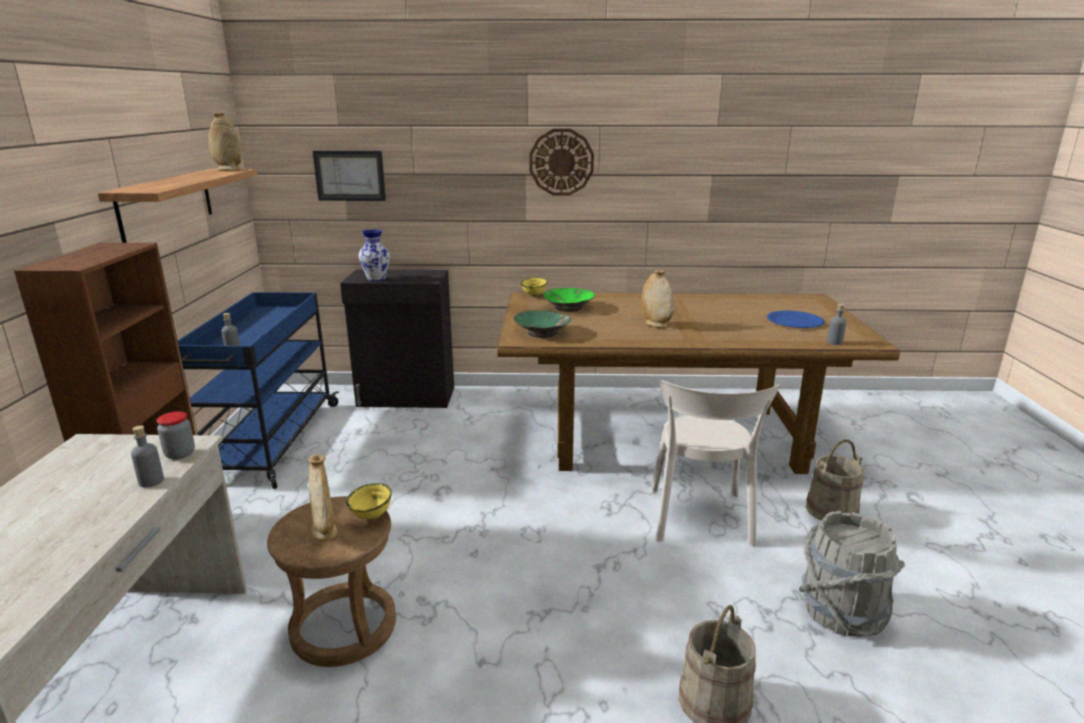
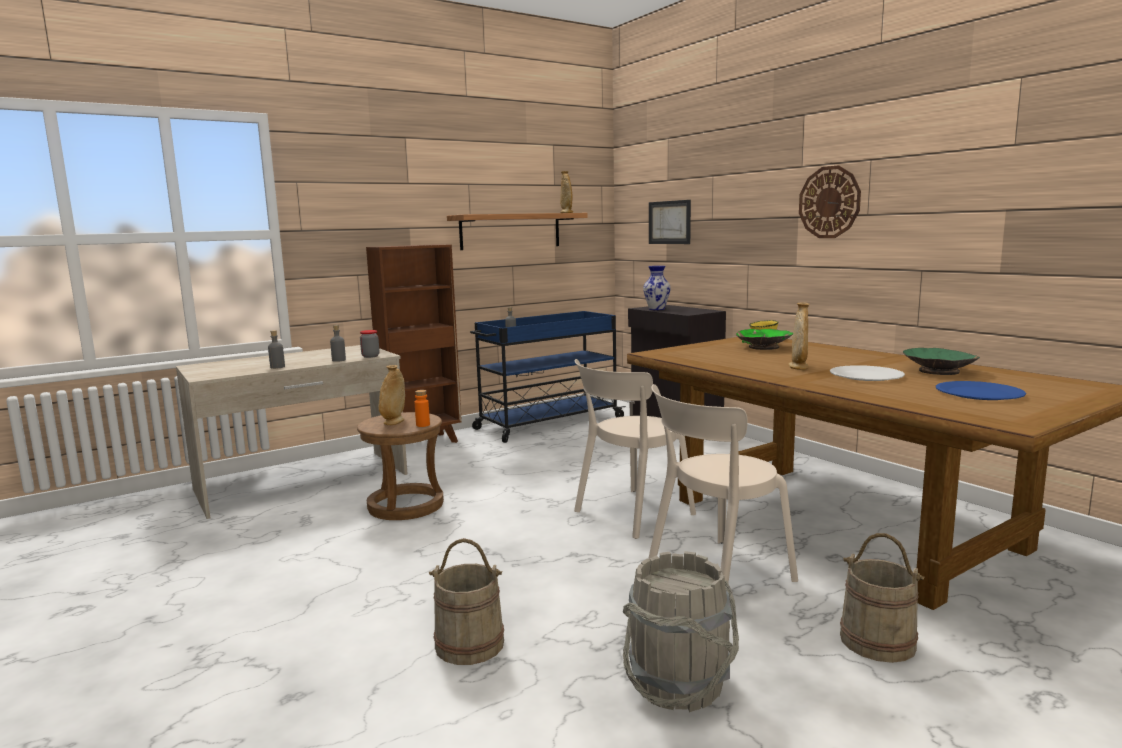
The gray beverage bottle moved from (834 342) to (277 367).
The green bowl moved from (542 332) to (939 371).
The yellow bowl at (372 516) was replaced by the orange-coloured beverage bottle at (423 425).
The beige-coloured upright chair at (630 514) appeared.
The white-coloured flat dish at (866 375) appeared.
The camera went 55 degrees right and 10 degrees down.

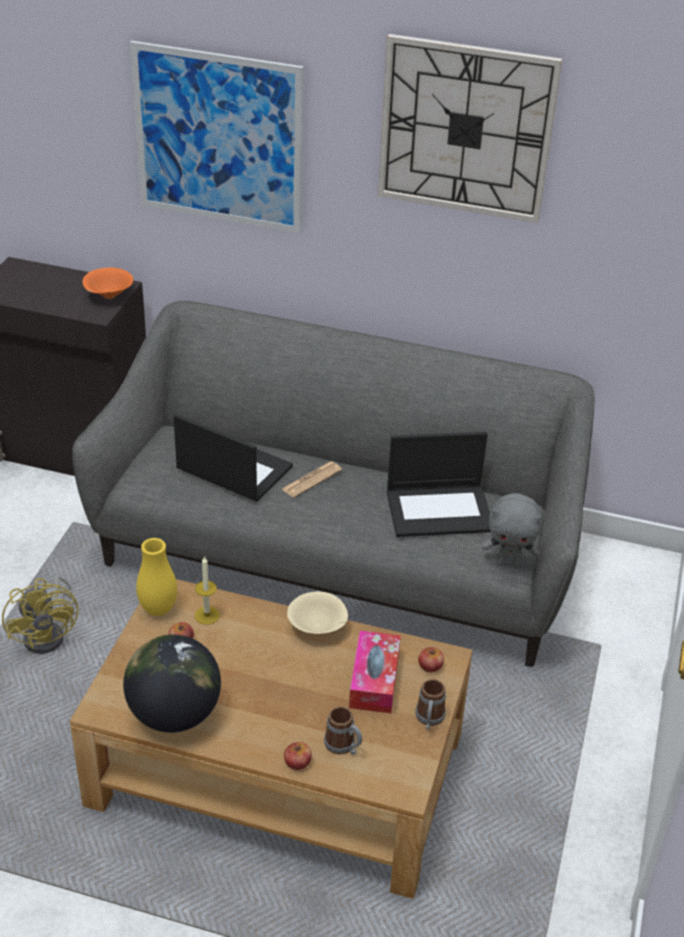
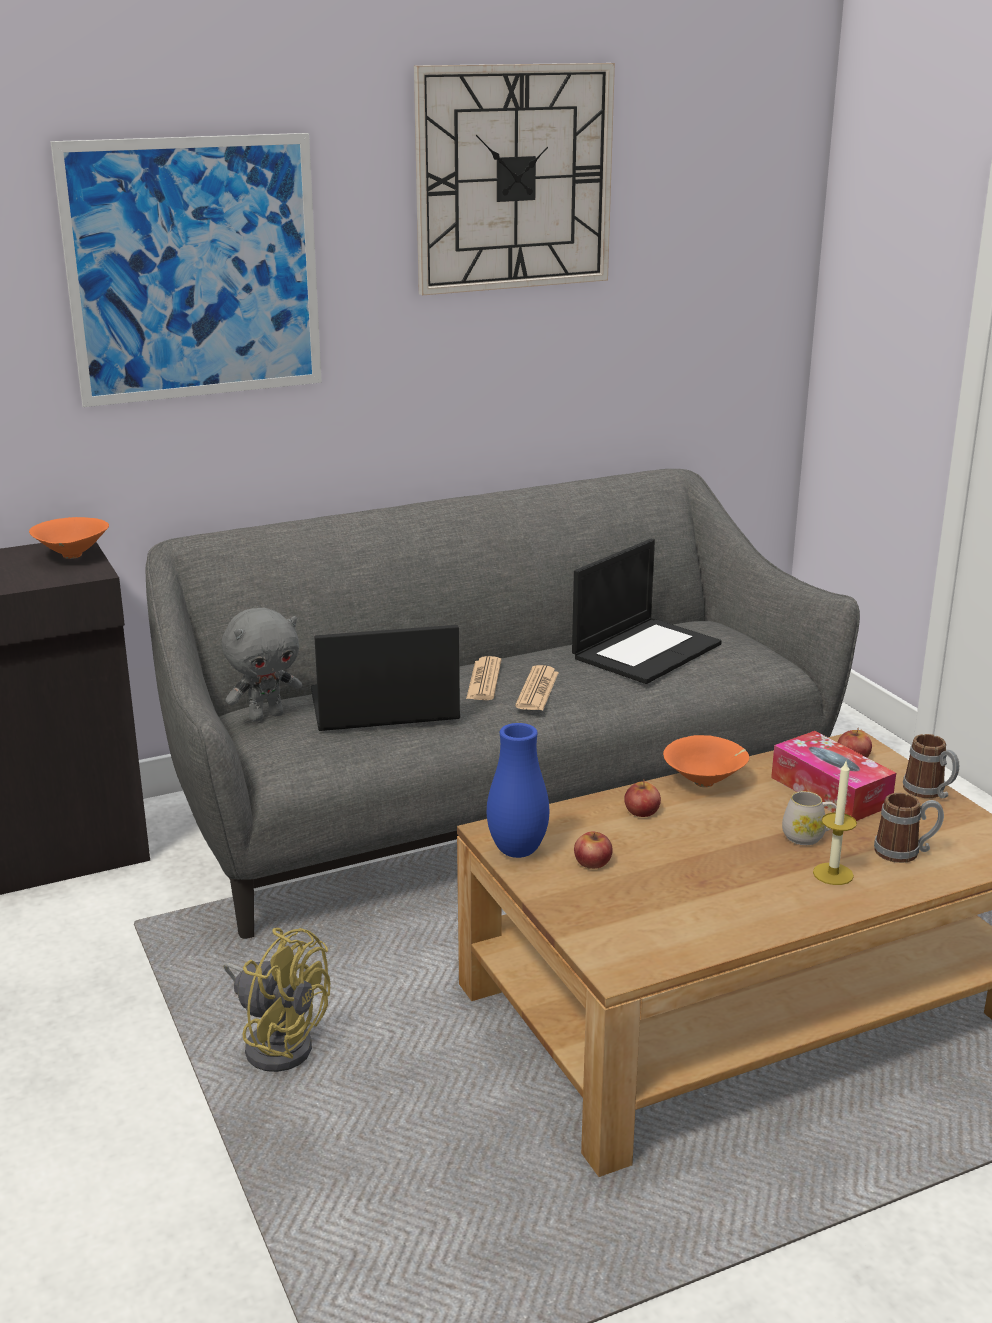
The gray cuddly toy moved from (509 563) to (266 716).
The yellow decorative vase at (158 609) became the blue-coloured decorative vase at (517 851).
The wax candle moved from (207 615) to (833 874).
The beige-coloured bowl at (318 628) became the orange-coloured bowl at (706 782).
The desk globe at (174 714) disappeared.
The apple fruit moved from (297 762) to (641 811).
The newspaper at (537 690) appeared.
The white-coloured mug at (808 837) appeared.
The camera went 40 degrees left and 15 degrees down.

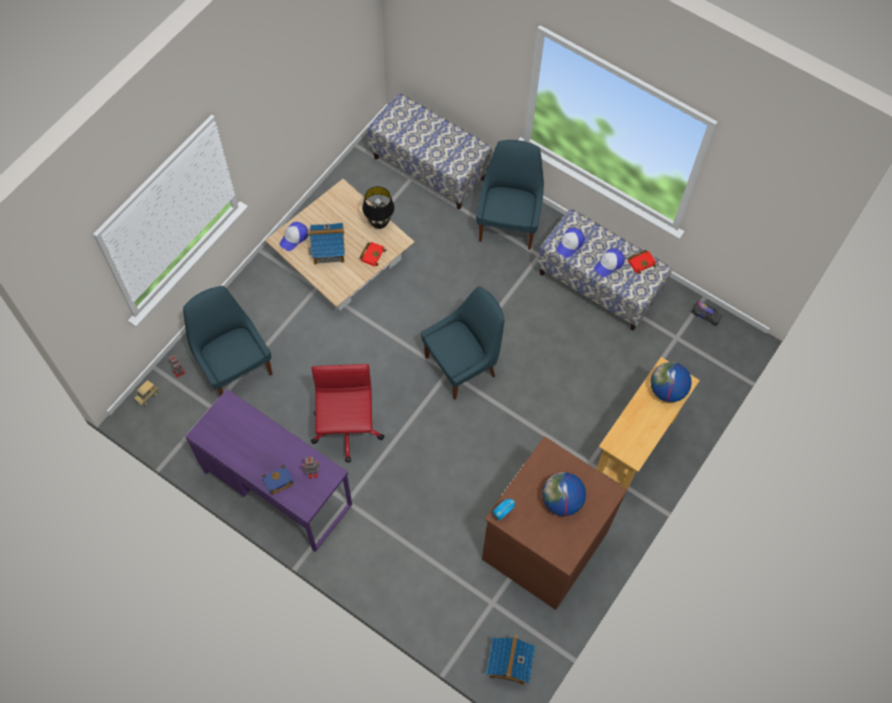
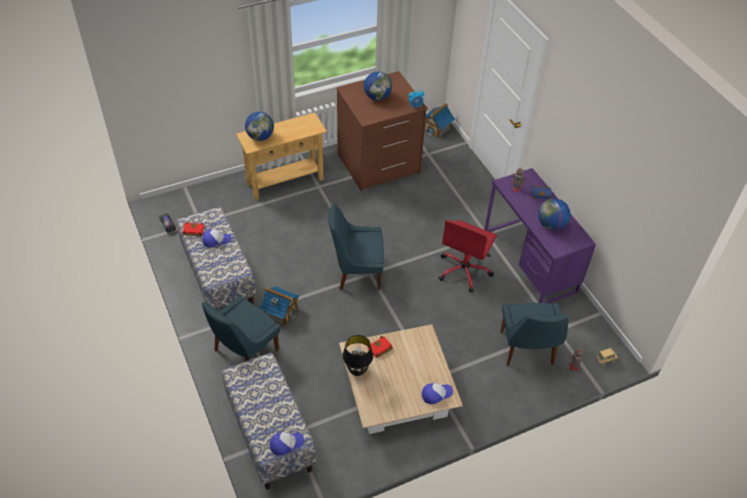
The miniature house moved from (328 250) to (280 312).
The cap moved from (570 244) to (286 443).
The desk globe at (551 225) appeared.
The camera went 150 degrees left and 15 degrees down.

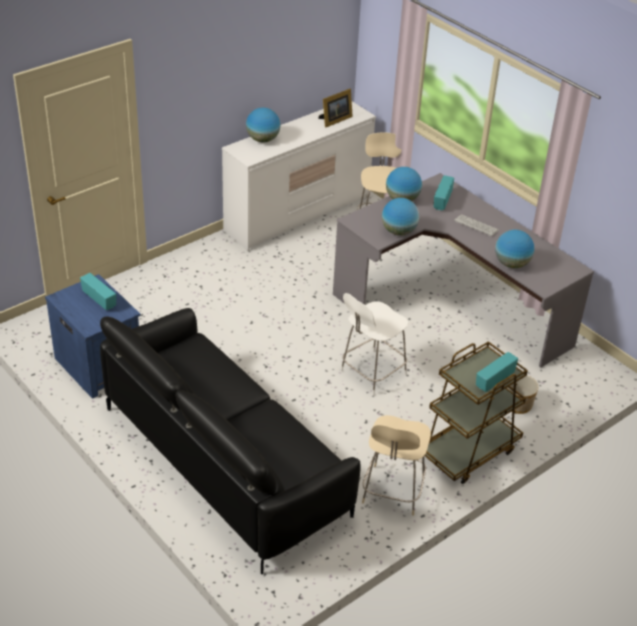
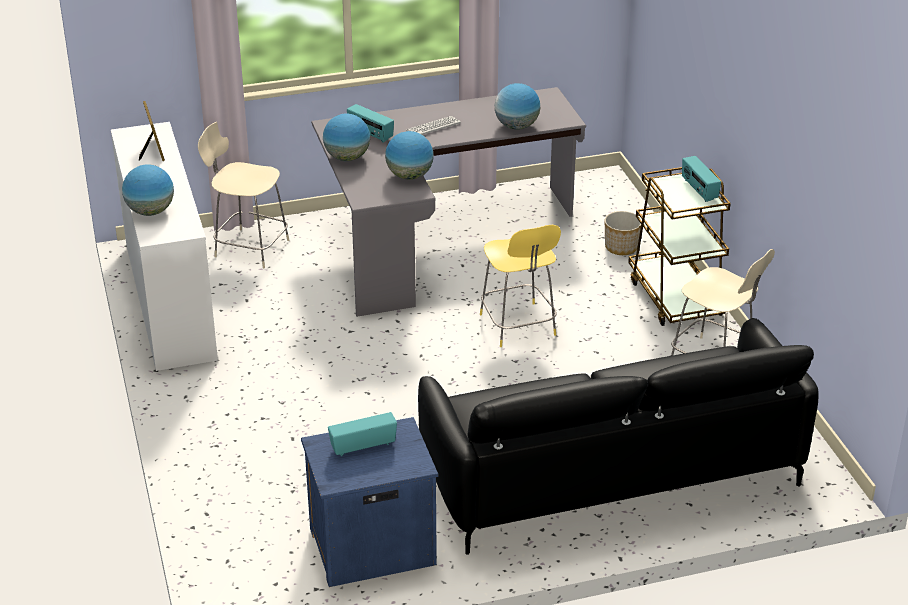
The white-coloured upright chair at (371 373) became the yellow upright chair at (518 326).
The camera went 65 degrees left and 5 degrees down.

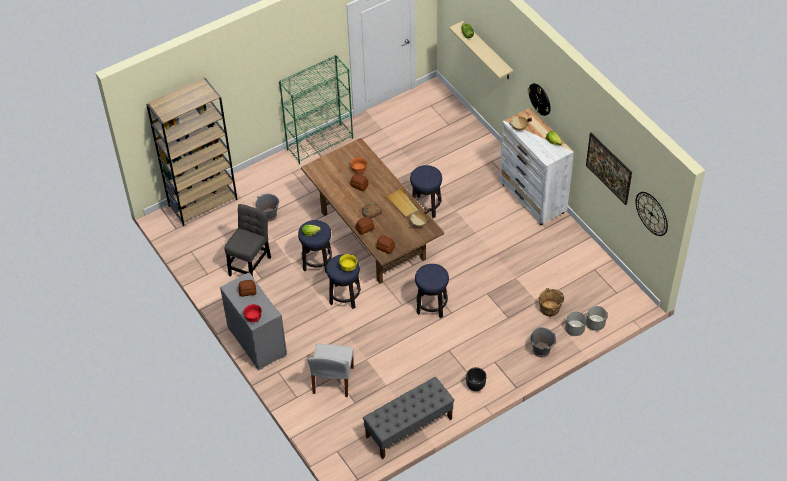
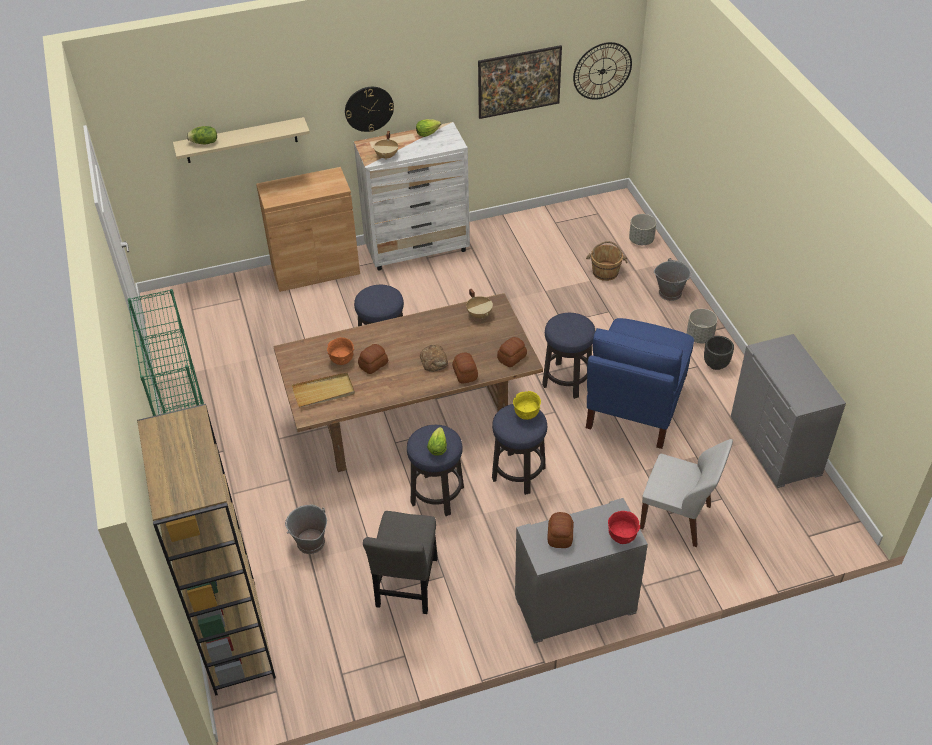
The beige-coloured carrying tray moved from (402 204) to (324 392).
The gray upright chair at (250 264) turned 120 degrees counterclockwise.
The gray plant pot moved from (574 330) to (700 337).
The gray indoor bench at (408 428) was replaced by the gray chest of drawers at (776 446).
The brownish cabinet at (315 270) appeared.
The blue-coloured upright chair at (634 408) appeared.
The camera went 75 degrees left and 5 degrees down.

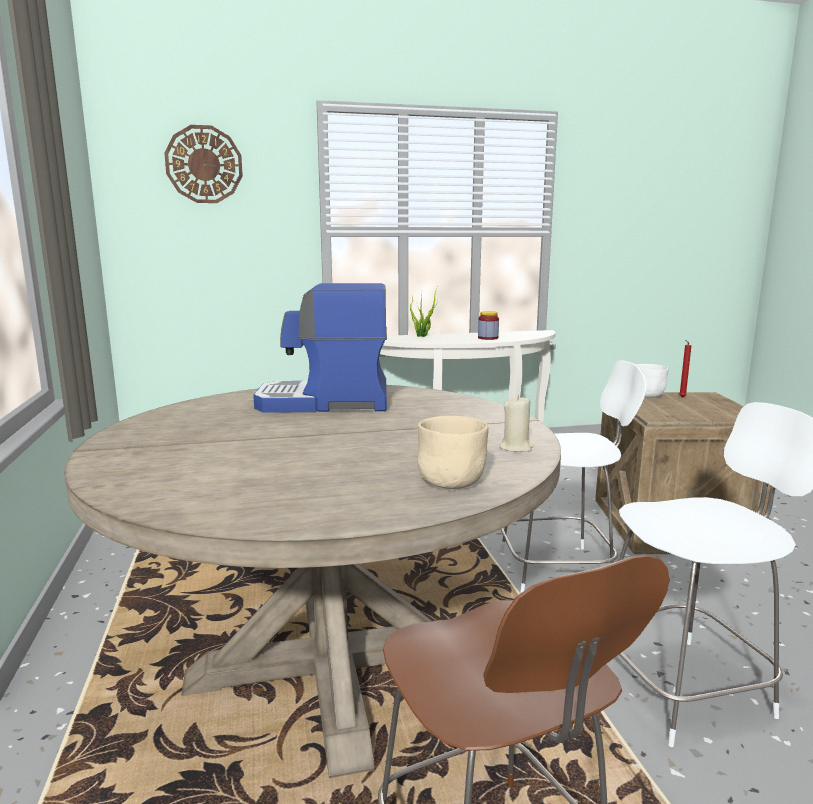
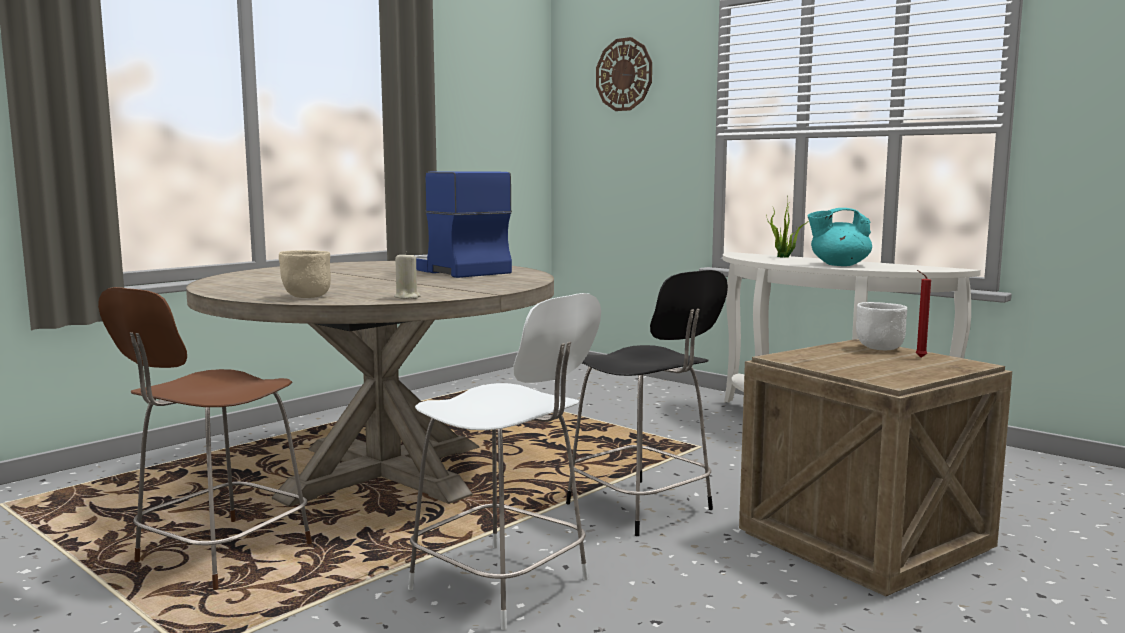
The storage jar at (488 338) was replaced by the turquoise pot for tea at (838 265).
The white-coloured upright chair at (559 570) became the black upright chair at (642 508).
The camera went 55 degrees right and 5 degrees down.

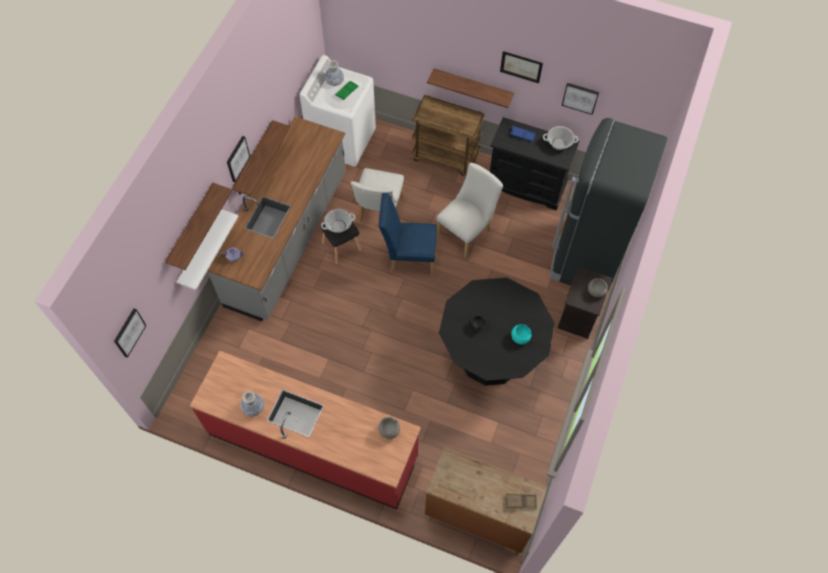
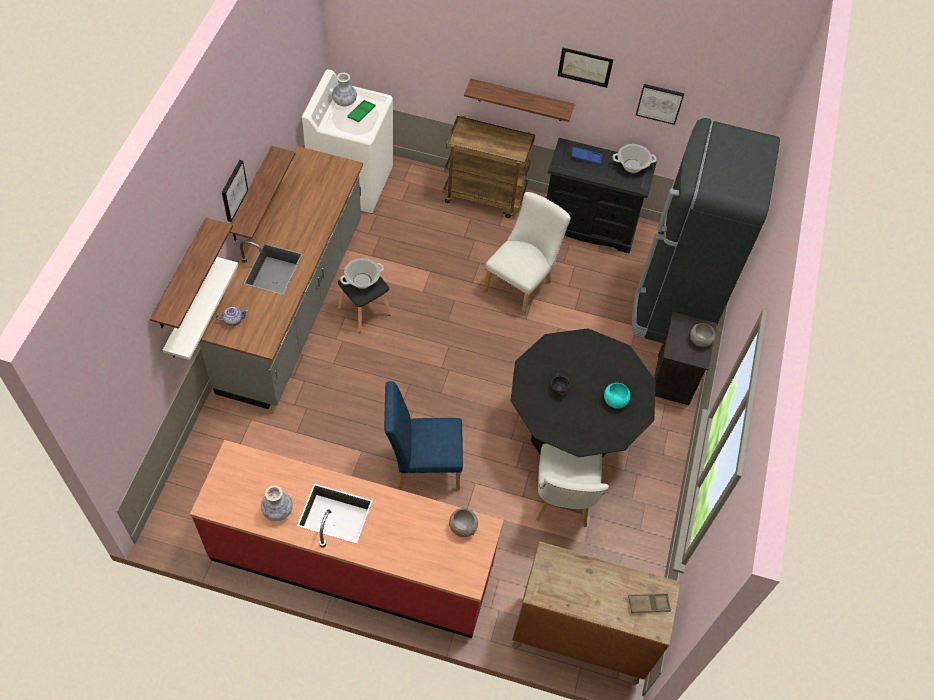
The white-coloured upright chair moved from (378 212) to (562 502).
The blue-coloured upright chair moved from (408 258) to (422 466).
The wall picture at (129 332) disappeared.
The camera went 10 degrees left and 5 degrees down.

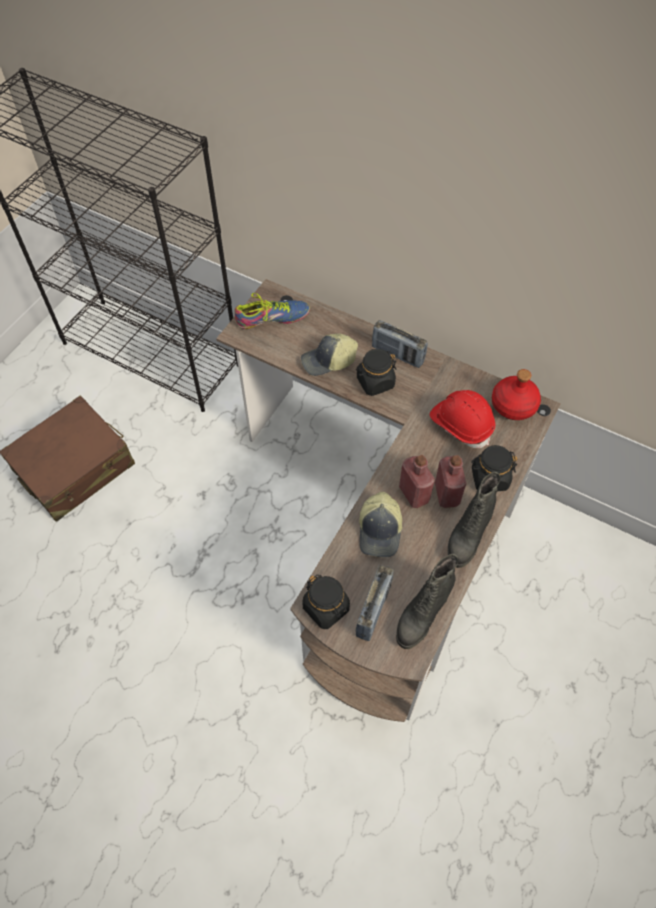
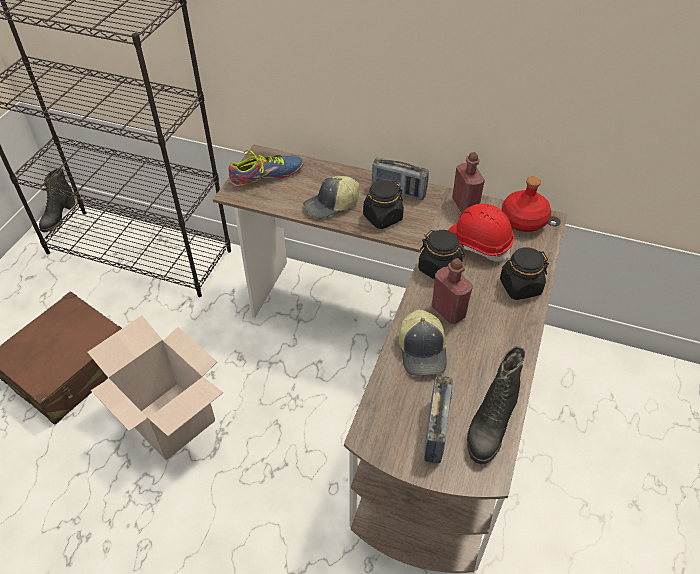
The red beverage bottle moved from (447 494) to (465 205).
The black high-top boot moved from (468 535) to (58 217).
The black storage jar moved from (326 608) to (439 269).
The packing box at (171 421) appeared.
The camera went 10 degrees left and 10 degrees down.

